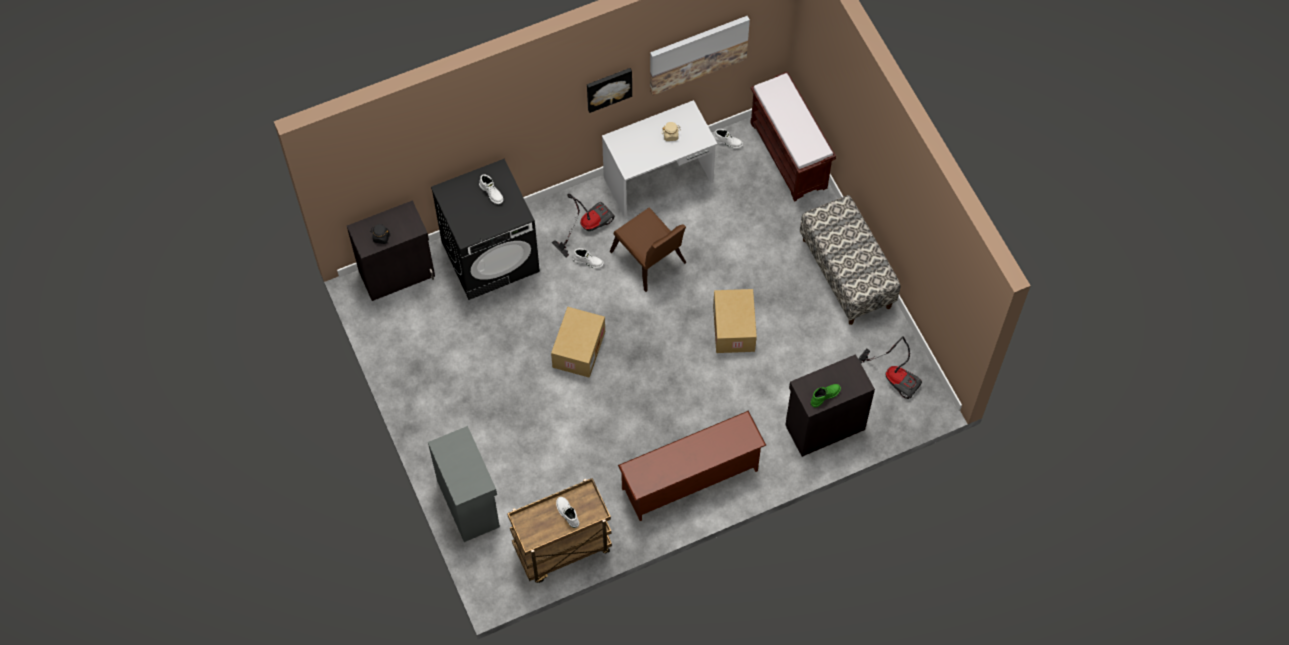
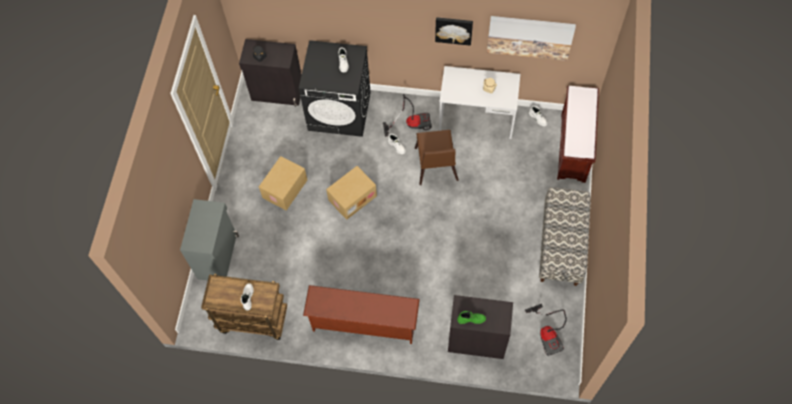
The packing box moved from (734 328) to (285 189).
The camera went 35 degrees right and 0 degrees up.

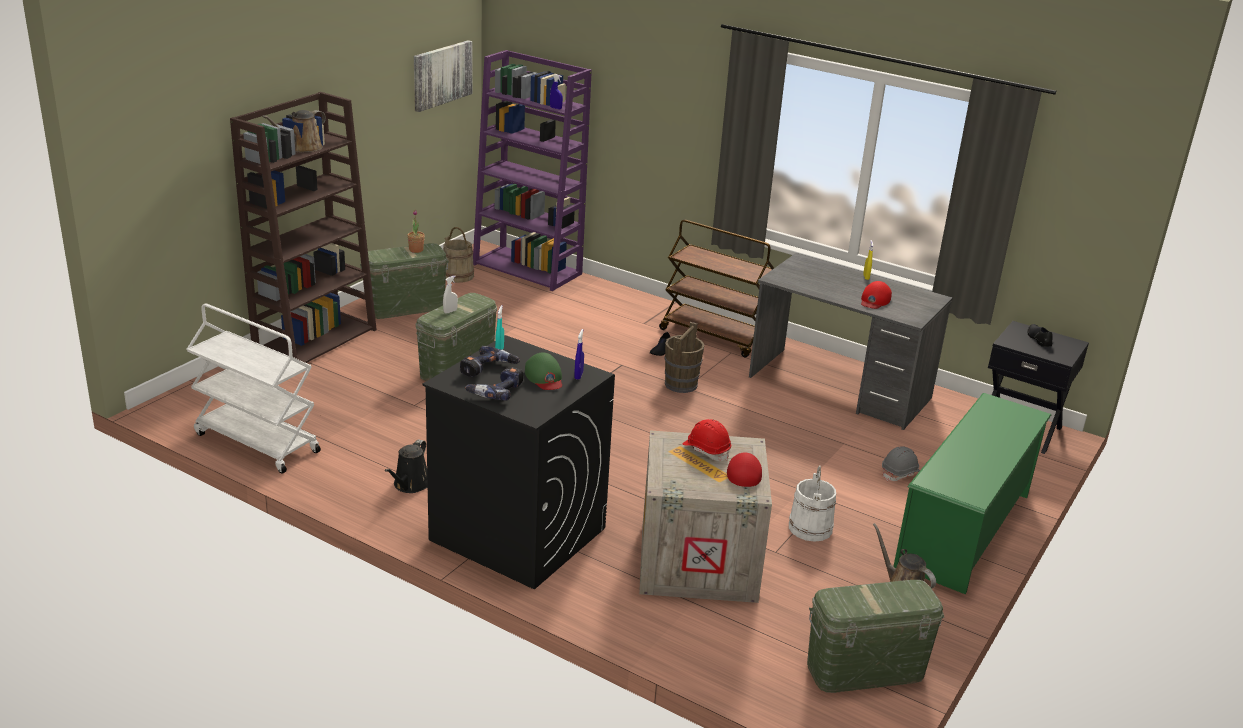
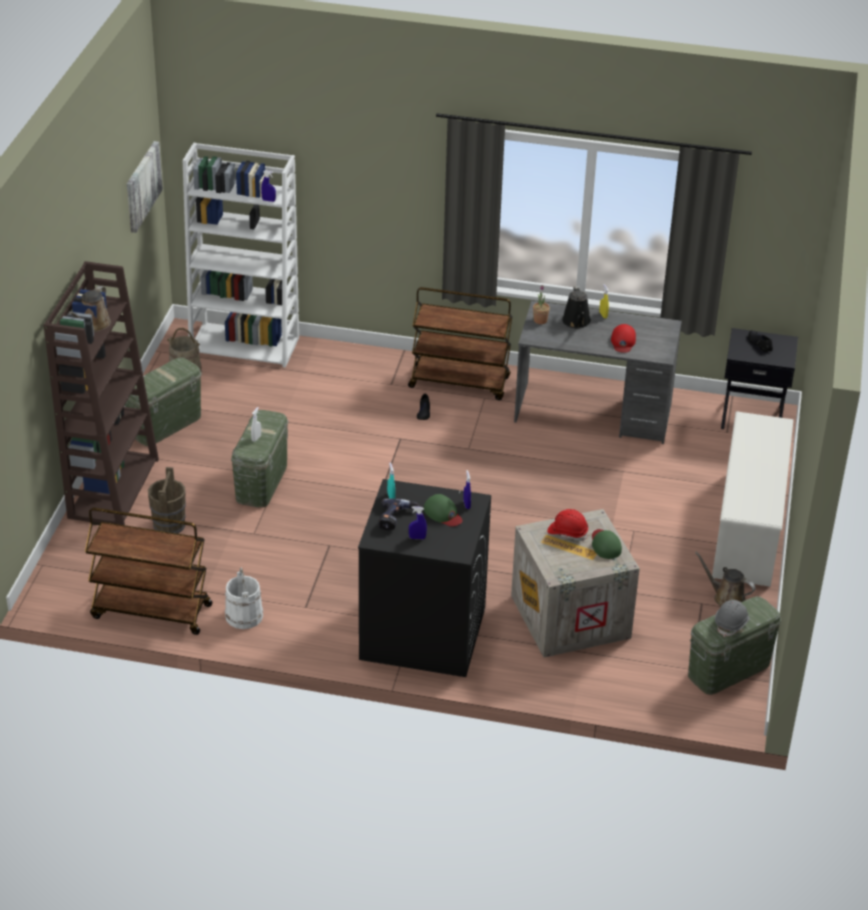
The purplish shelving unit at (528 269) became the white-coloured shelving unit at (245 345).
The potted plant moved from (416 250) to (540 320).
The white-coloured wheeled cart at (256 443) became the brownish wheeled cart at (150 611).
The brownish water bucket moved from (681 384) to (169 525).
The drill at (496 391) was replaced by the blue-coloured spray bottle at (417 538).
The green shoe rack at (964 530) became the white-coloured shoe rack at (748 529).
The black sprinkling can moved from (410 485) to (576 322).
The gray work helmet moved from (900 473) to (731 624).
The red cap at (744 472) became the green cap at (605 545).
The white-coloured water bucket moved from (810 528) to (243 616).
The camera went 20 degrees left and 10 degrees up.

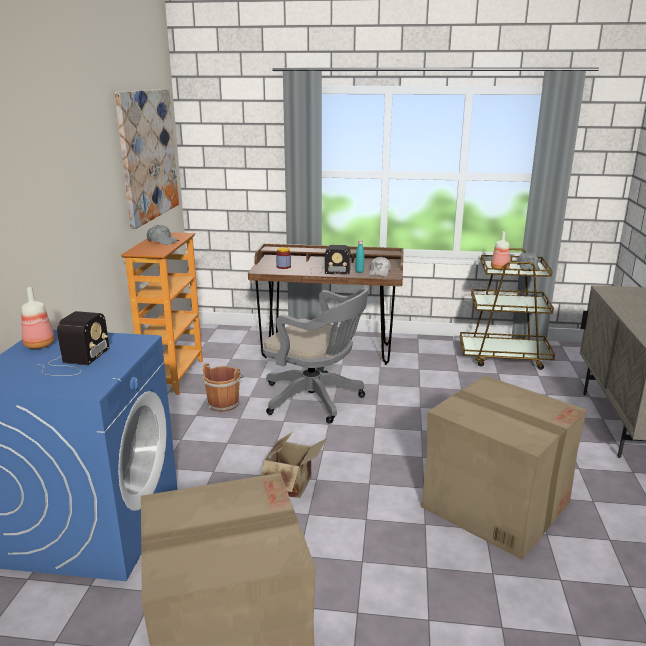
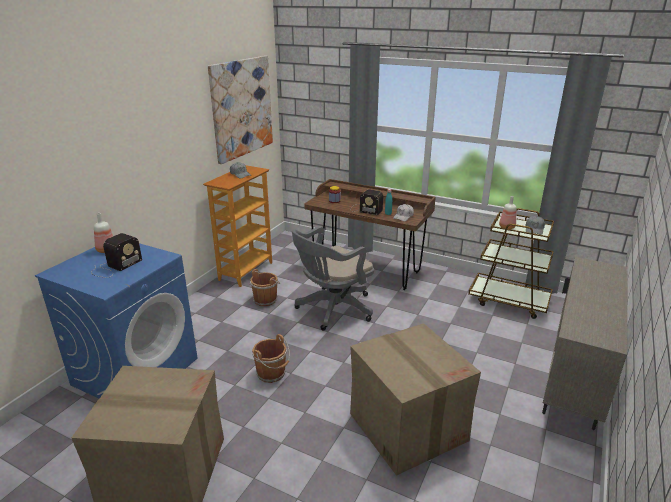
The gray computer chair at (316 400) turned 90 degrees clockwise.
The packing box at (293 485) was replaced by the brownish water bucket at (272 374).
The camera went 20 degrees right and 5 degrees up.

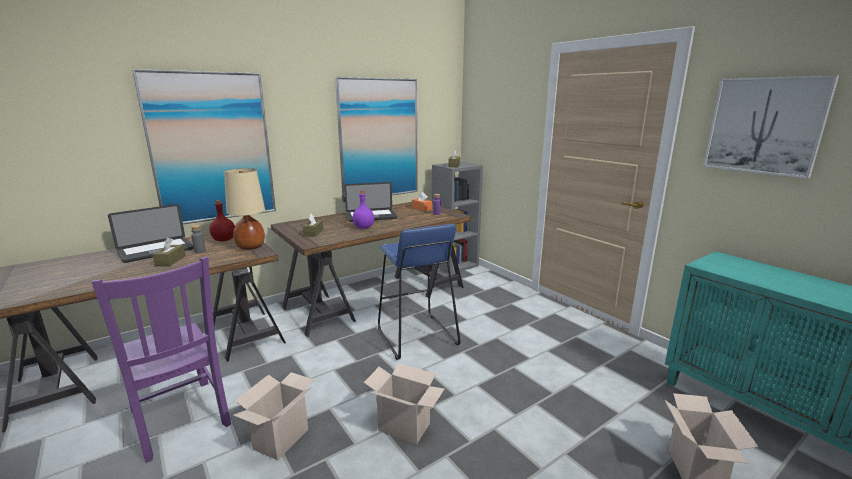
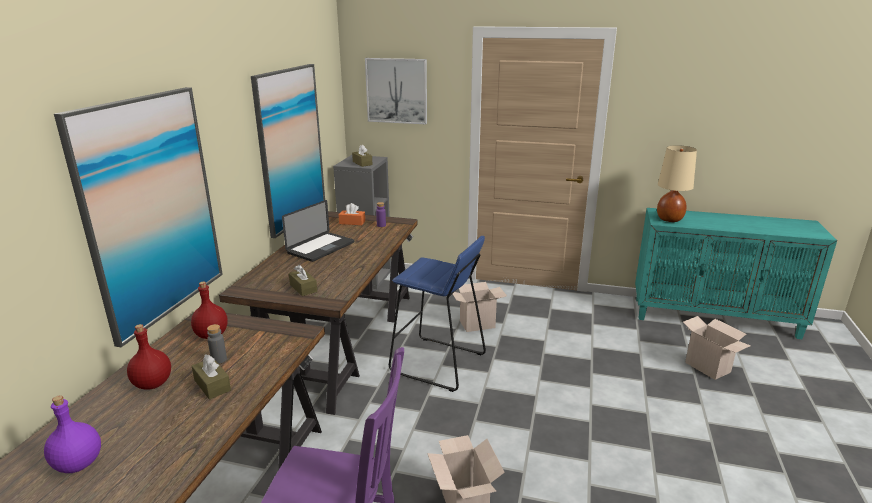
The wall picture moved from (764 125) to (397 91).
The beige-coloured table lamp moved from (250 247) to (670 219).
The purplish beverage bottle moved from (363 227) to (78 464).
The portable computer at (156 251) was replaced by the red beverage bottle at (152 384).
The packing box moved from (406 426) to (478 324).
The camera went 40 degrees left and 5 degrees up.

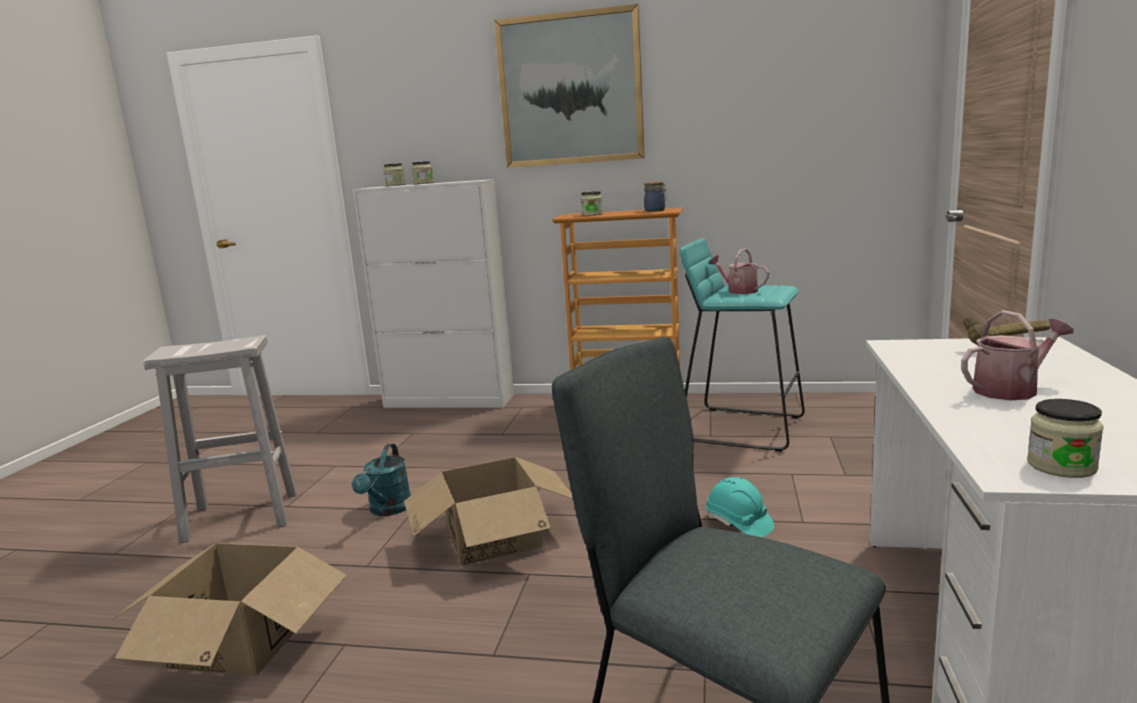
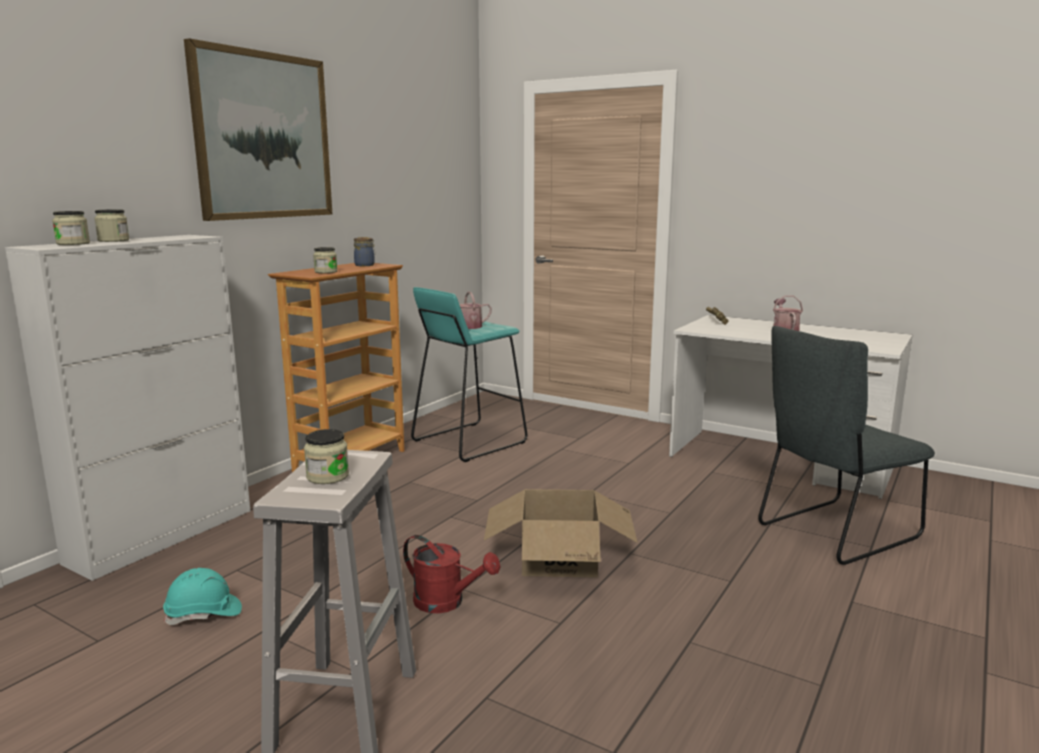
The storage jar moved from (1061 466) to (327 476).
The turquoise sprinkling can at (388 510) became the red sprinkling can at (447 602).
The turquoise work helmet moved from (738 523) to (204 614).
The packing box at (241 640) disappeared.
The camera went 70 degrees left and 0 degrees up.

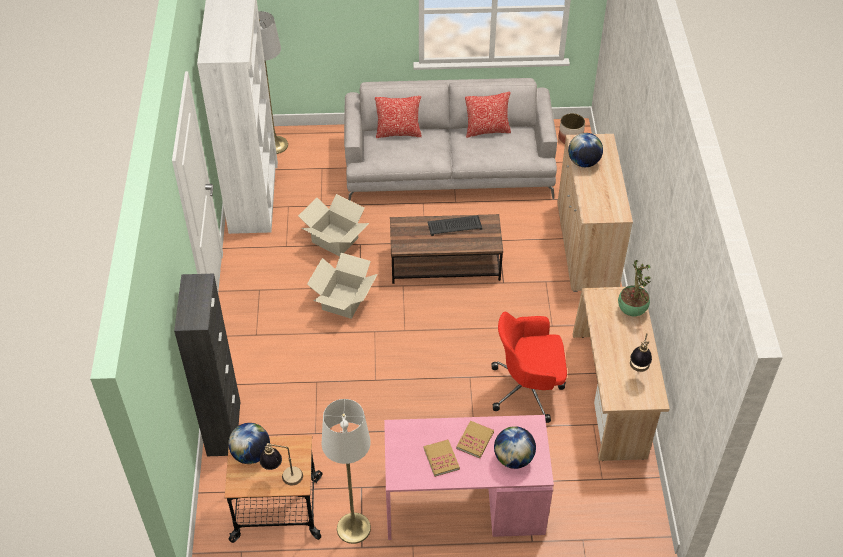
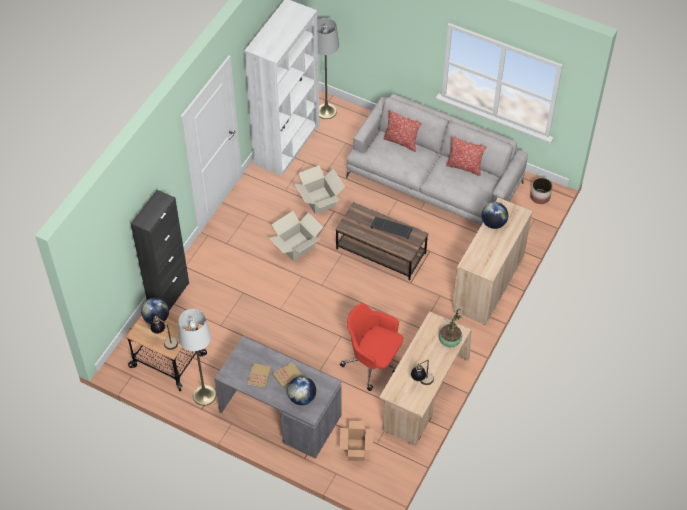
The pink-coloured desk unit at (463 503) became the gray desk unit at (279 414).
The packing box at (356 450) appeared.
The camera went 30 degrees right and 5 degrees up.

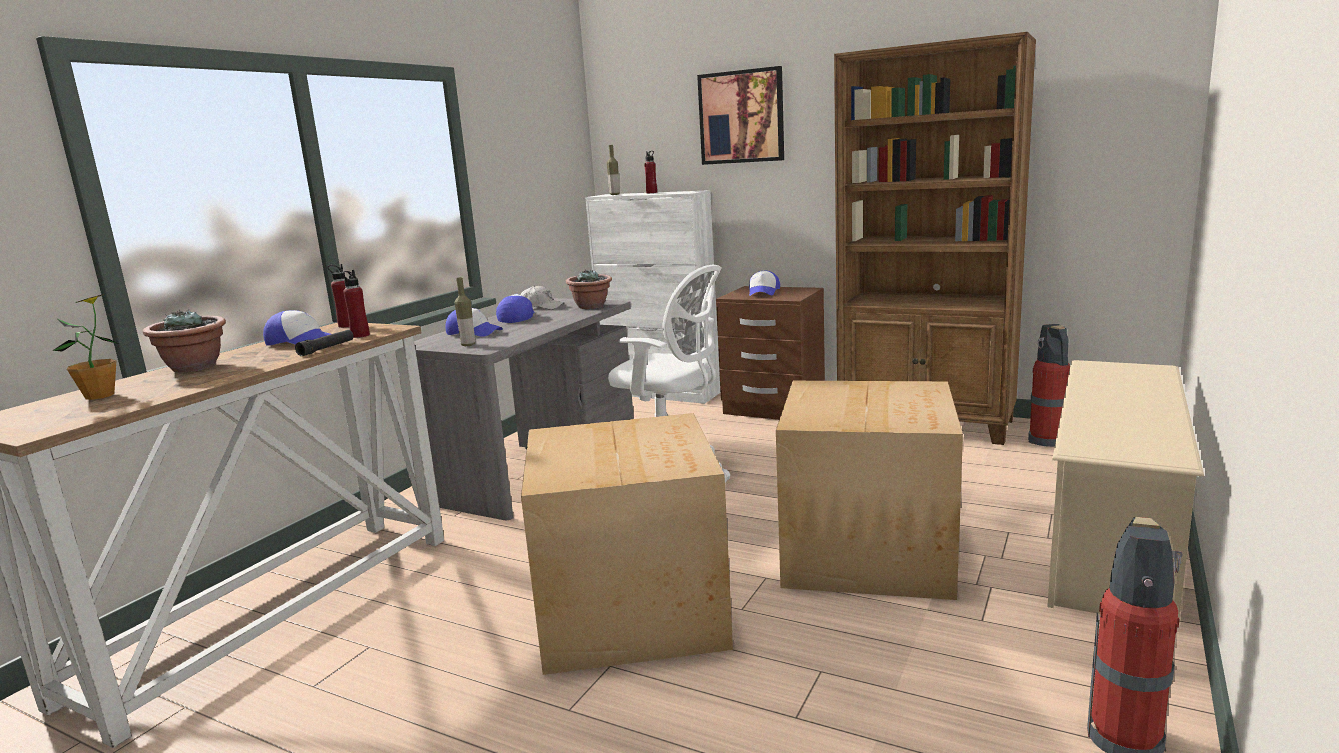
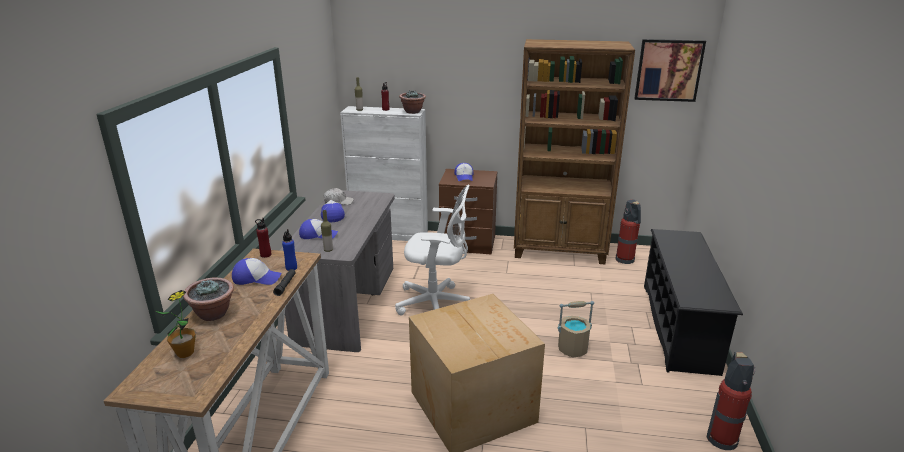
The wall picture moved from (741 117) to (668 70).
The potted plant moved from (591 306) to (413 111).
The red beverage bottle at (360 335) became the blue-coloured beverage bottle at (291 268).
The beige-coloured shoe rack at (1112 541) became the black shoe rack at (678 326).
The packing box at (870 551) was replaced by the beige-coloured water bucket at (573 348).
The camera went 20 degrees left and 10 degrees up.

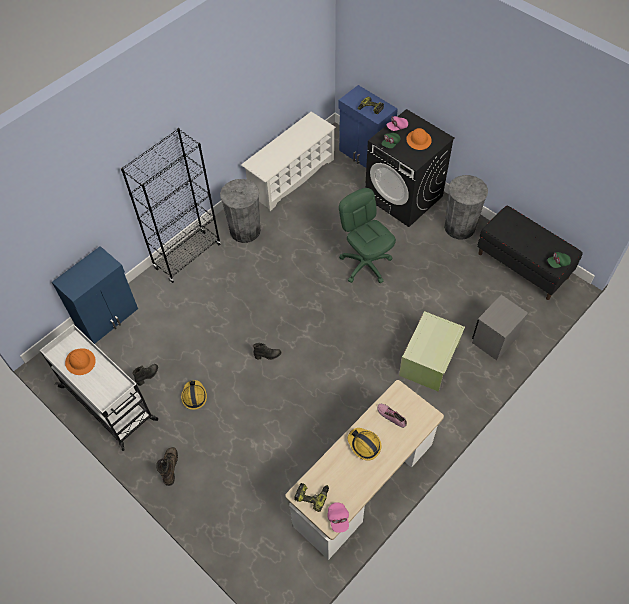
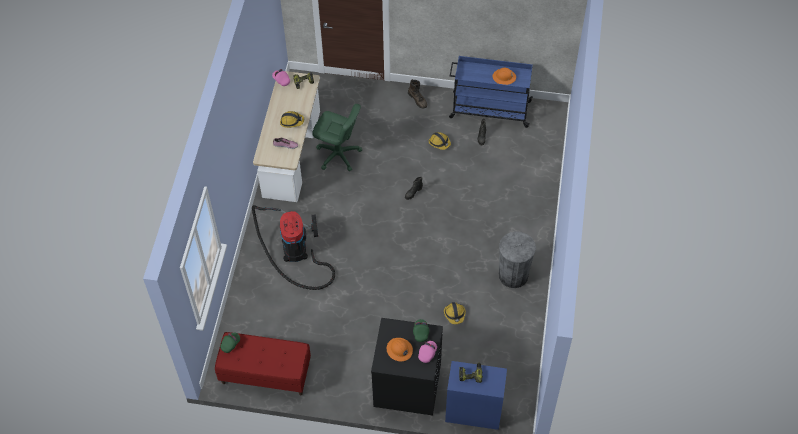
The white-coloured shoe rack at (291 176) disappeared.
The black shelving unit at (187 256) disappeared.
The gray trash can at (459 227) disappeared.
The green computer chair moved from (365 264) to (338 155).
The black indoor bench at (523 265) became the red indoor bench at (265 374).
The blue-coloured cabinet at (108 317) disappeared.
The gray night table at (495 339) disappeared.
The green storage bin at (430 361) was replaced by the vacuum at (296 252).
The white-coloured wheeled cart at (109 404) became the blue-coloured wheeled cart at (489 109).
The work helmet at (454 314) appeared.
The camera went 145 degrees right and 0 degrees up.

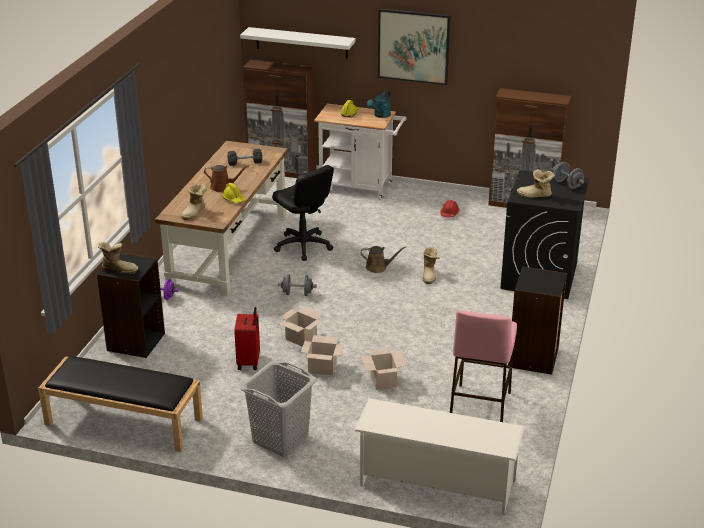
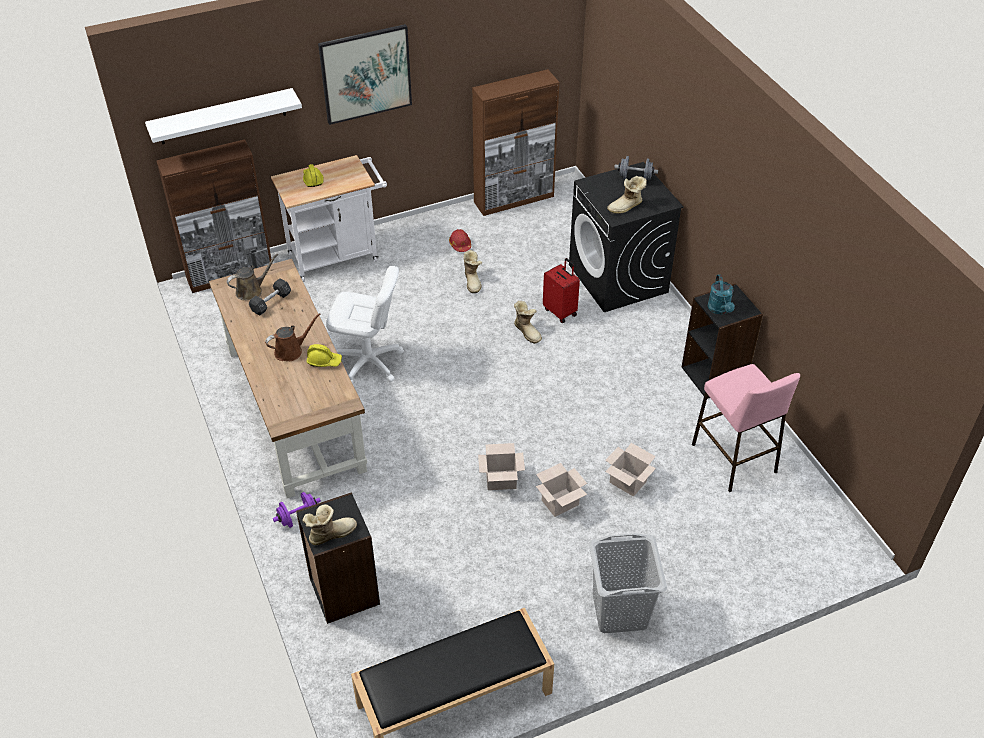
The turquoise sprinkling can moved from (380 115) to (720 310).
The black computer chair at (303 246) became the white-coloured computer chair at (368 362).
The high-top boot moved from (195 213) to (473 281).
The brownish sprinkling can moved from (378 267) to (251 291).
The gray hand weight at (297 294) disappeared.
The red travel case moved from (249 362) to (560 311).
The white-coloured shoe rack at (436 483) disappeared.
The camera went 40 degrees left and 15 degrees up.

